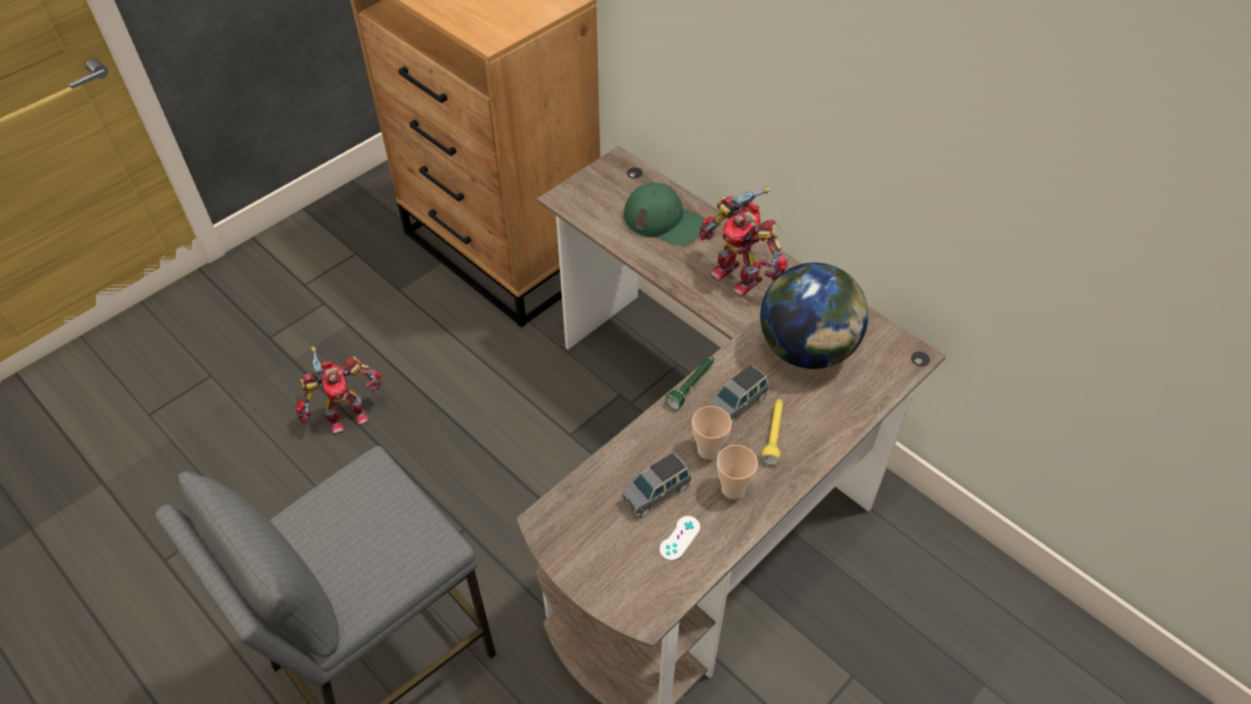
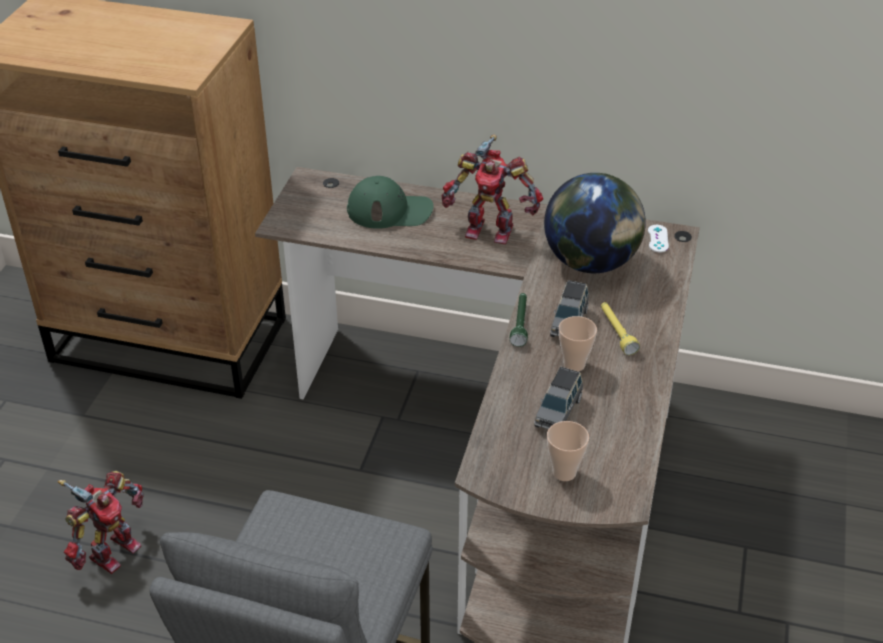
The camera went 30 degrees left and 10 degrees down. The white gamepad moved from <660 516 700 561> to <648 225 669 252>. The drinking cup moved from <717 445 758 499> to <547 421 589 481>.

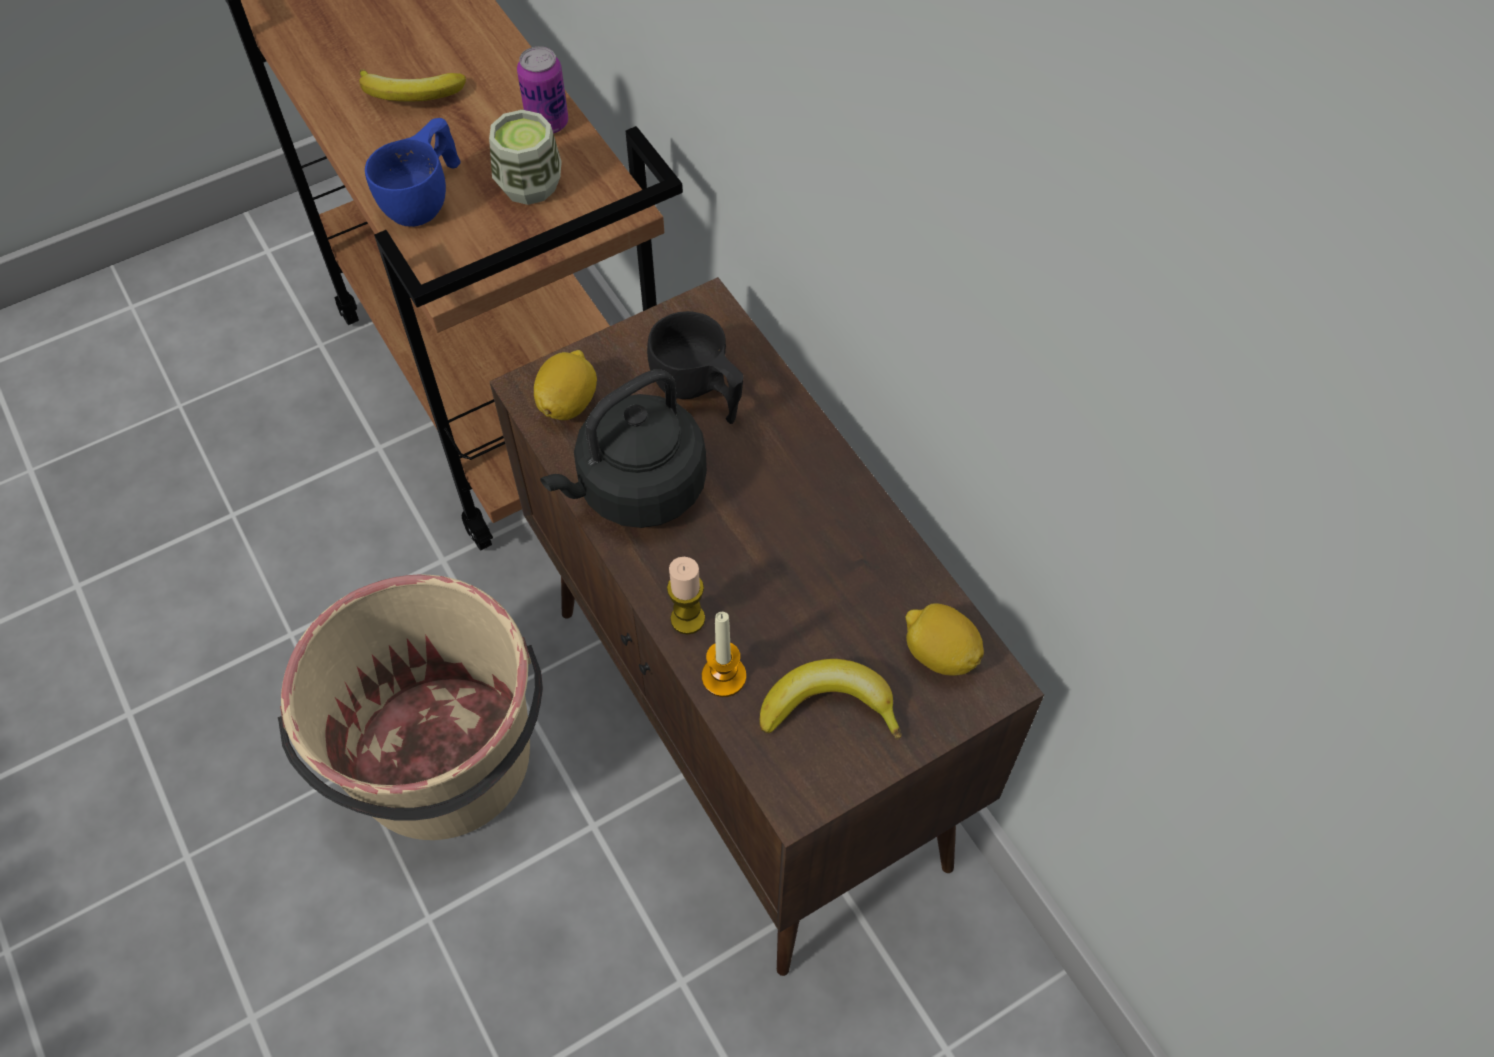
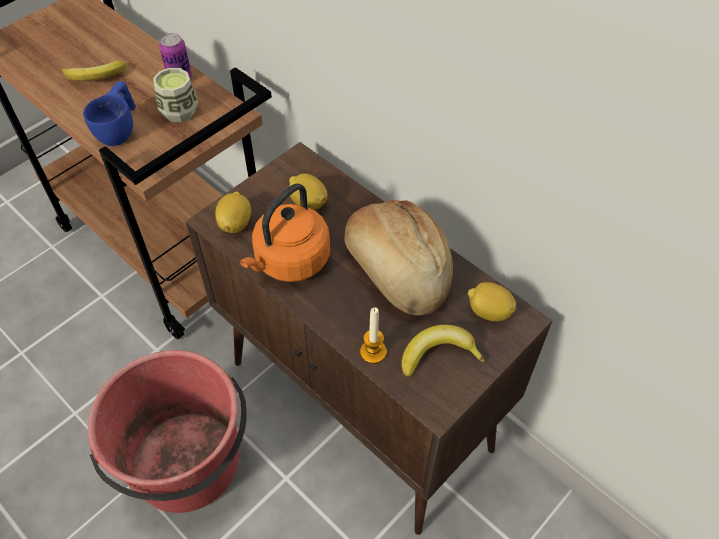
The camera went 15 degrees left and 5 degrees down. The wax candle at <667 557 705 635> disappeared. The bread at <344 200 453 316> appeared. The blackish drinking cup at <647 311 743 424> was replaced by the whole lemon at <289 173 328 210>. The beige pail at <278 574 543 840> became the reddish pail at <88 350 246 513>. The blackish kettle at <540 369 707 528> became the orangey kettle at <240 183 330 282>.

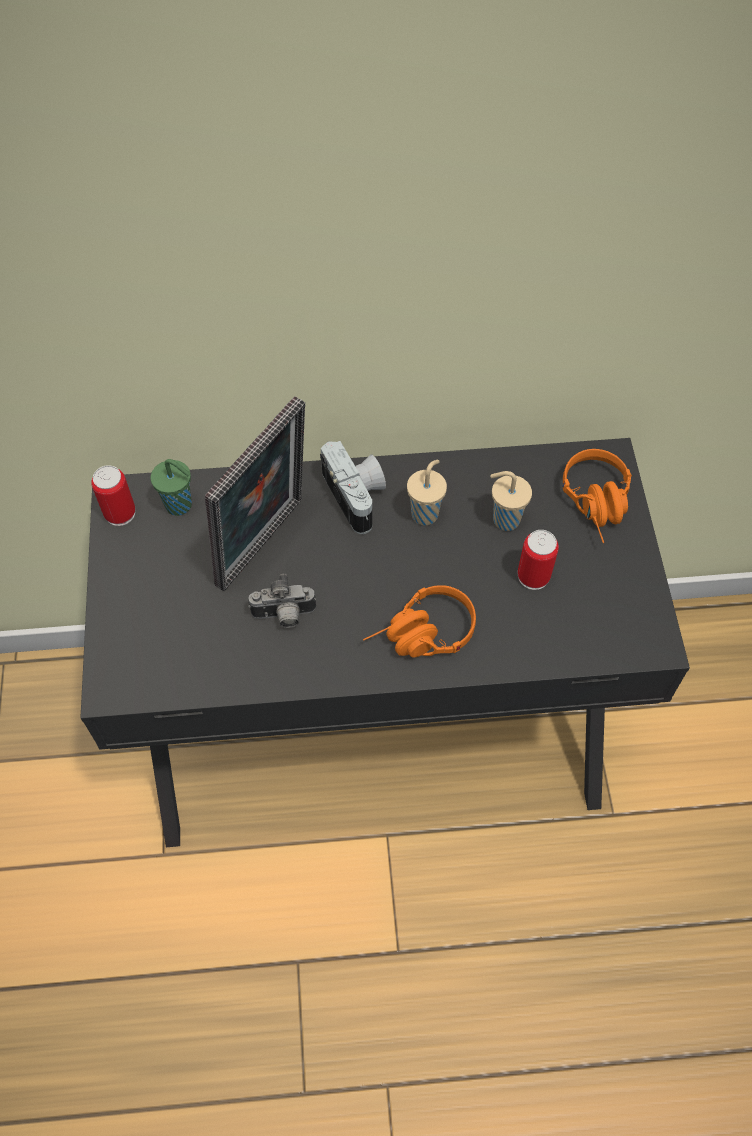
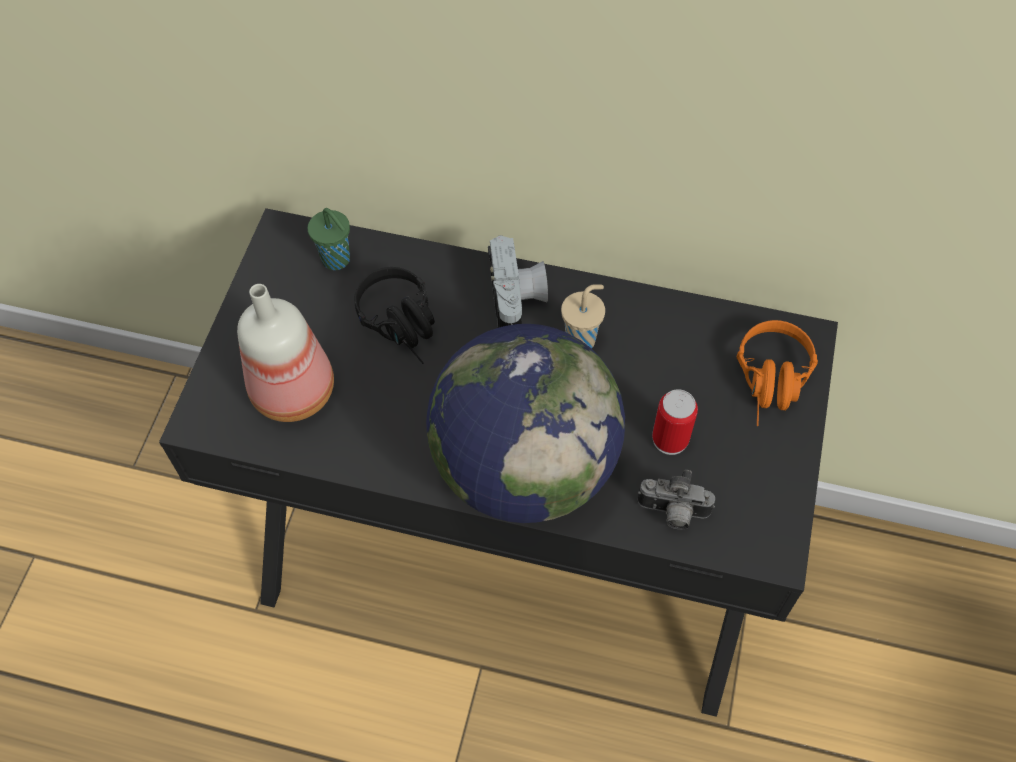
The camera went 20 degrees right and 0 degrees up. The metal can at <91 465 135 526> disappeared. The beige drinking cup at <490 471 532 531> disappeared. The drink bottle at <237 284 334 422> appeared. The photo camera moved from <248 574 316 628> to <638 470 715 530>. The standing frame at <205 396 305 591> was replaced by the blackish headphones at <355 267 435 364>. The orangey headphones at <363 585 476 657> was replaced by the globe at <426 324 625 523>.

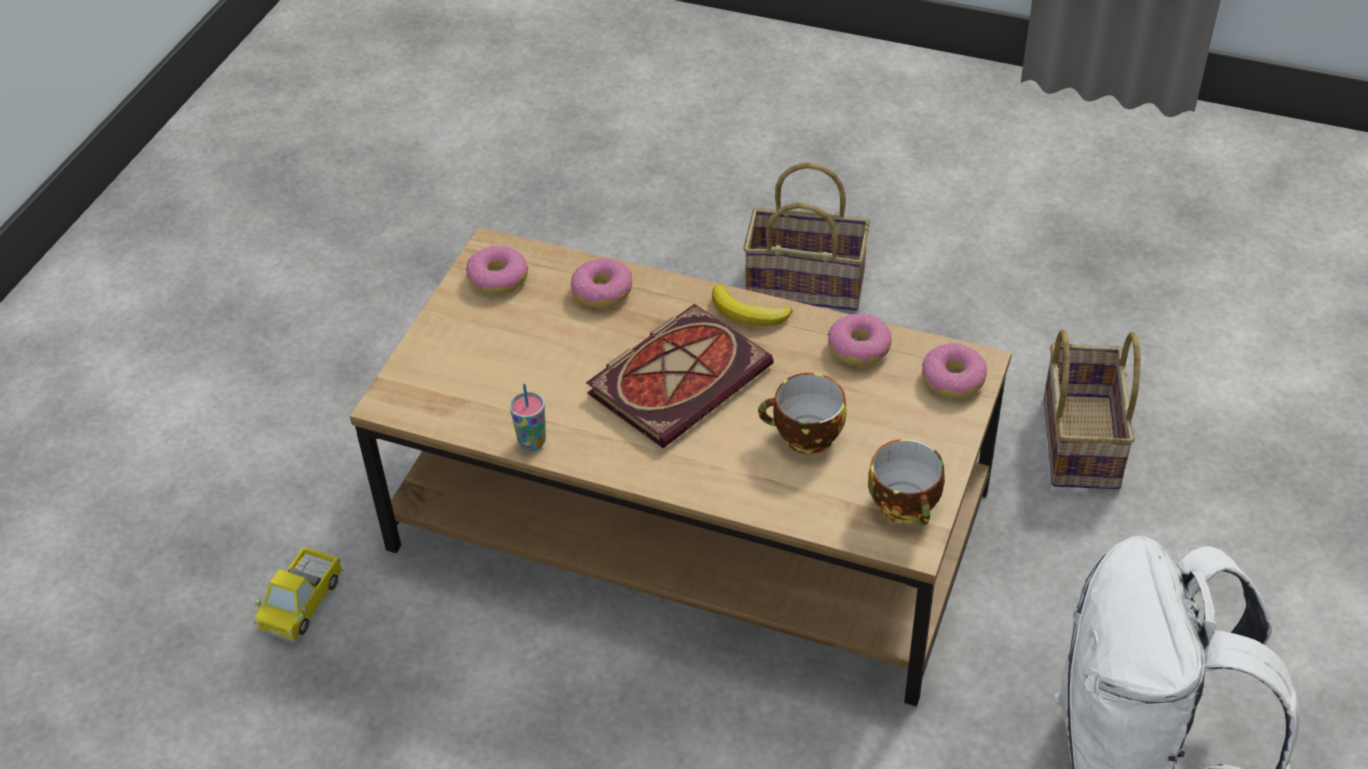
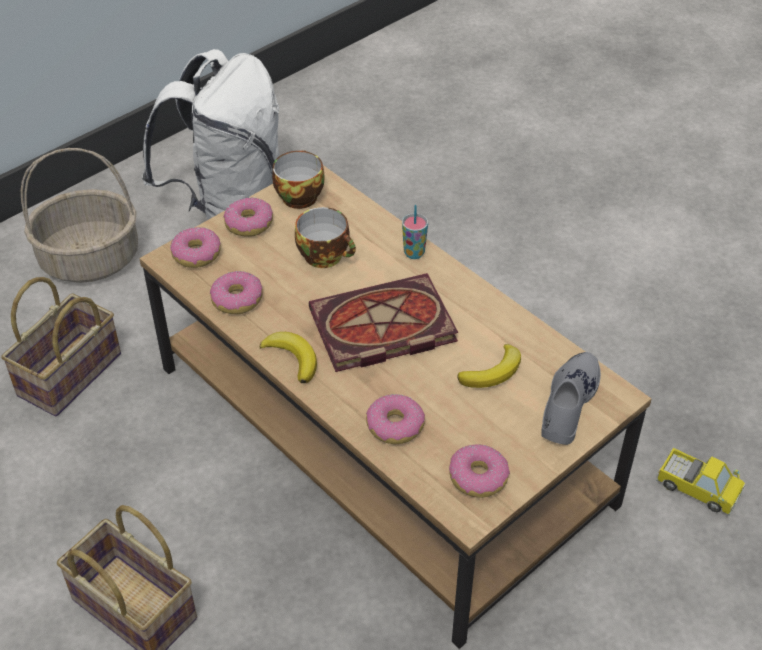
The camera went 155 degrees left and 0 degrees up. The basket at <21 148 138 283> appeared. The donut at <224 197 273 237> appeared. The banana at <457 344 521 388> appeared. The grey low shoe at <541 352 601 445> appeared. The drinking cup moved from <510 384 546 451> to <402 205 428 259>. The toy truck at <254 547 343 643> turned 75 degrees clockwise.

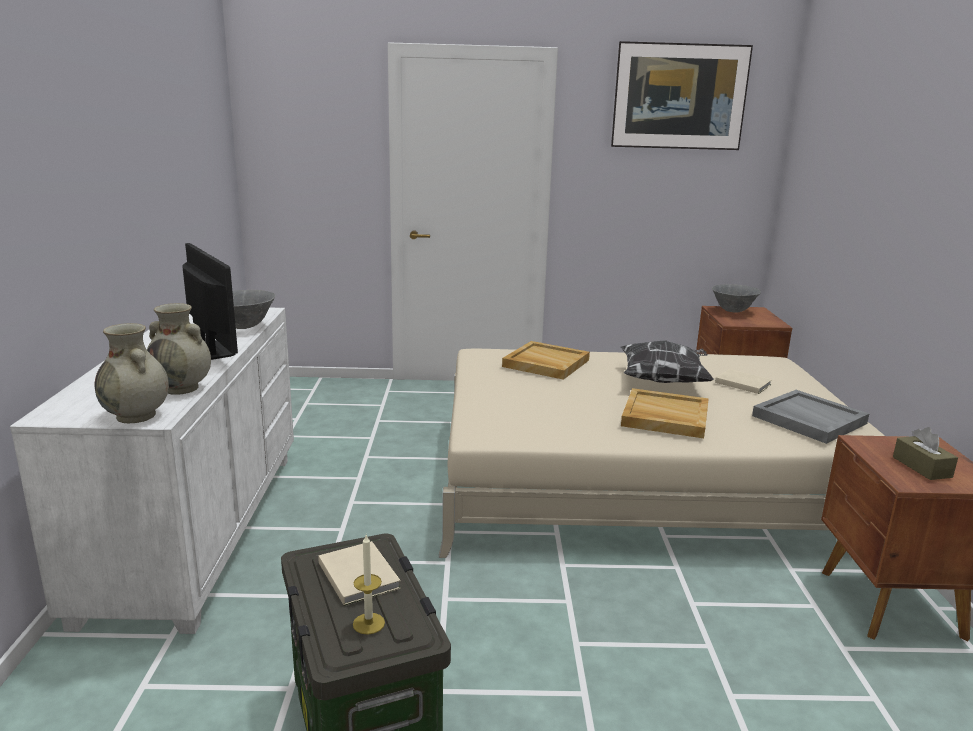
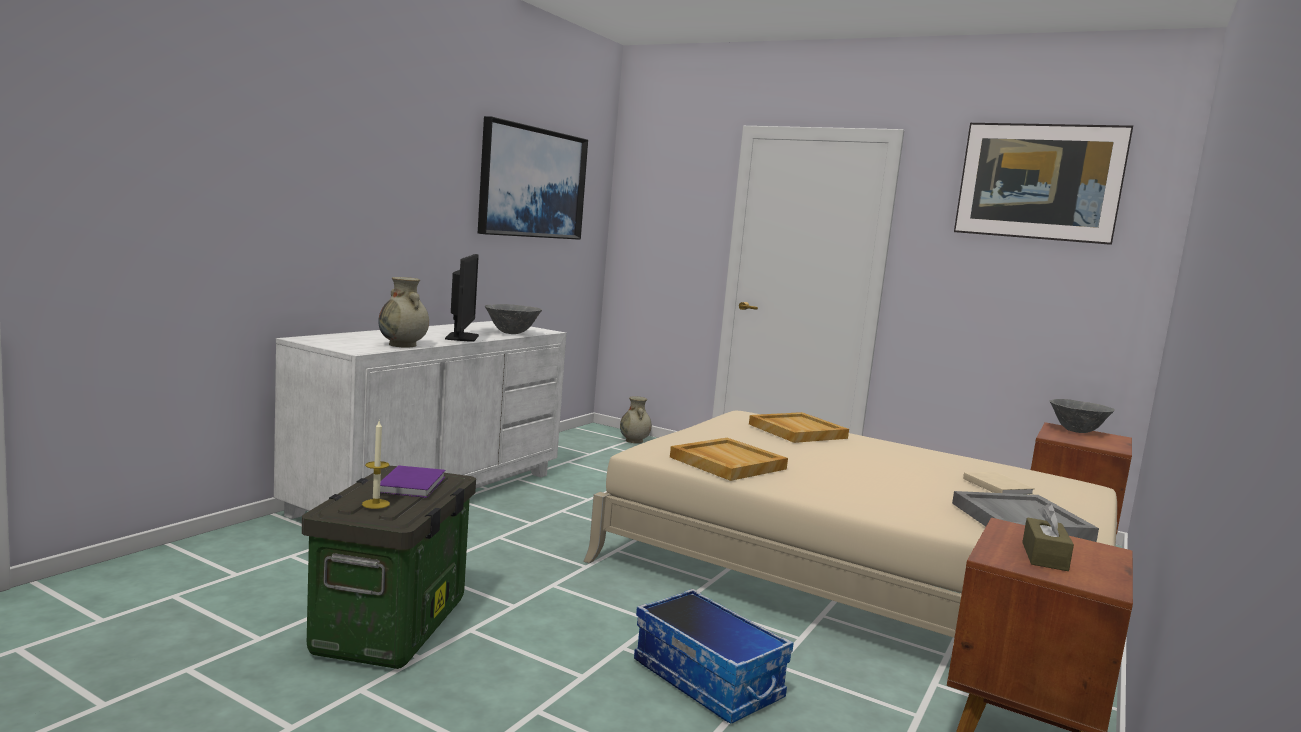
The camera went 30 degrees right and 10 degrees down. The pillow at <621 340 714 383> disappeared. The wall art at <478 116 588 240> appeared. The storage container at <634 589 794 724> appeared. The beige flower vase moved from <95 323 169 423> to <620 396 652 443>. The beige serving tray moved from <621 388 709 438> to <670 438 788 481>. The beige volume at <318 541 401 606> became the purplish volume at <380 465 445 498>.

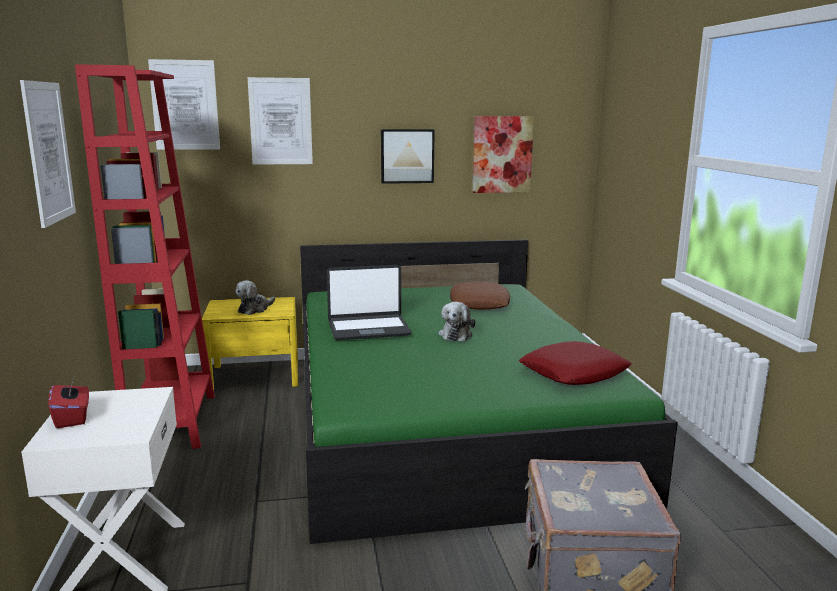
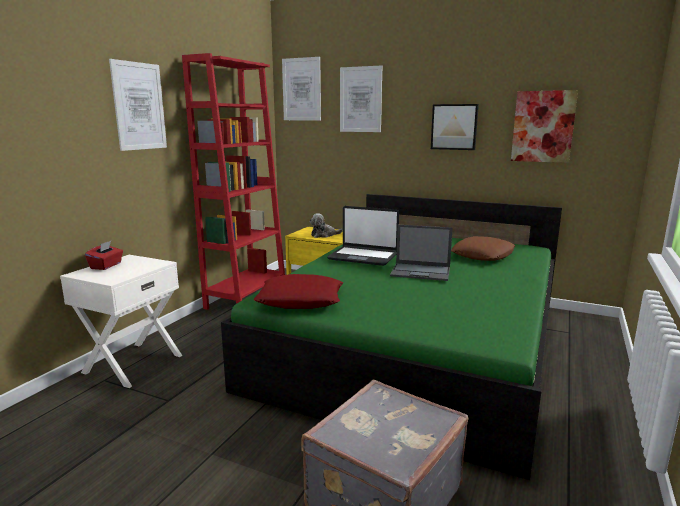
The camera went 35 degrees right and 0 degrees up. The reddish pillow moved from <519 341 632 385> to <254 274 343 309>. The soft toy at <438 302 475 341> was replaced by the portable computer at <390 225 453 281>.

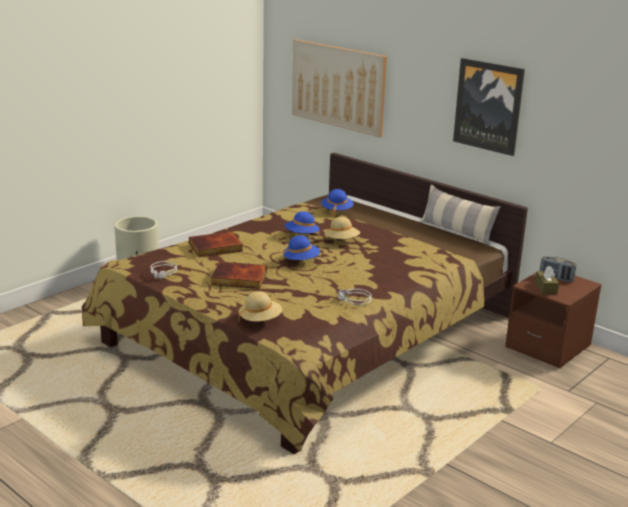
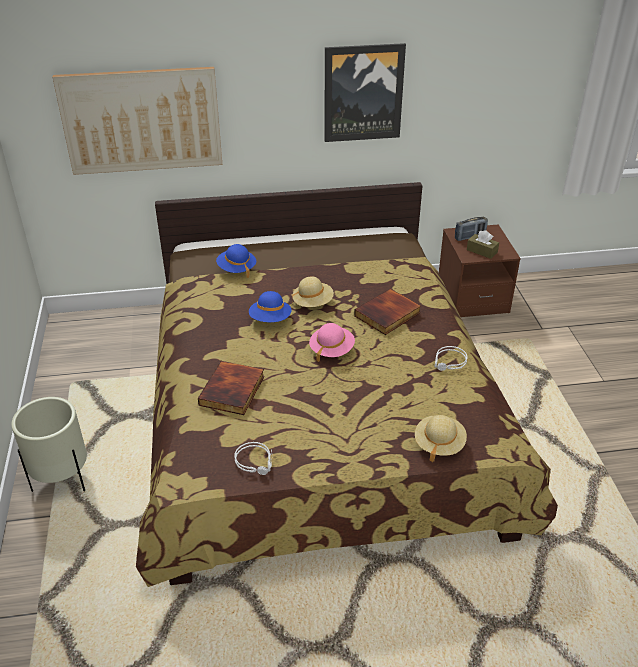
The camera went 50 degrees left and 15 degrees up. The pillow at <420 184 501 245> disappeared. The volume moved from <211 262 267 289> to <354 289 421 335>. The bluish clothing hat at <282 235 320 261> became the pinkish clothing hat at <309 323 355 362>.

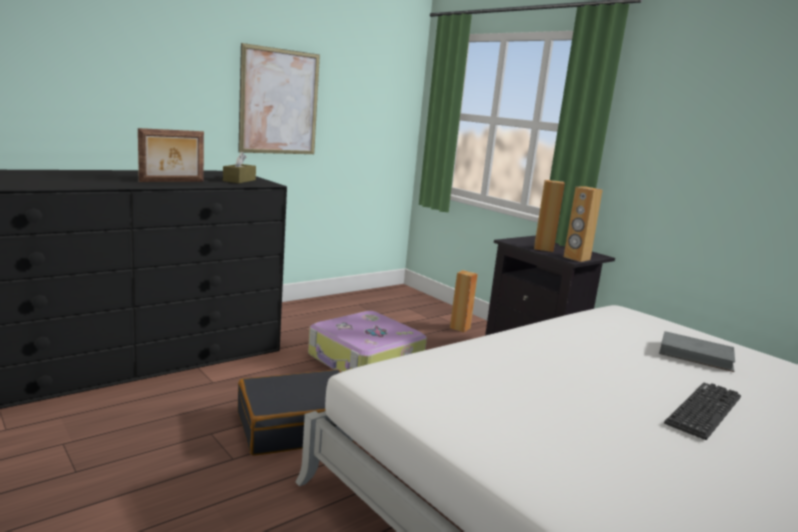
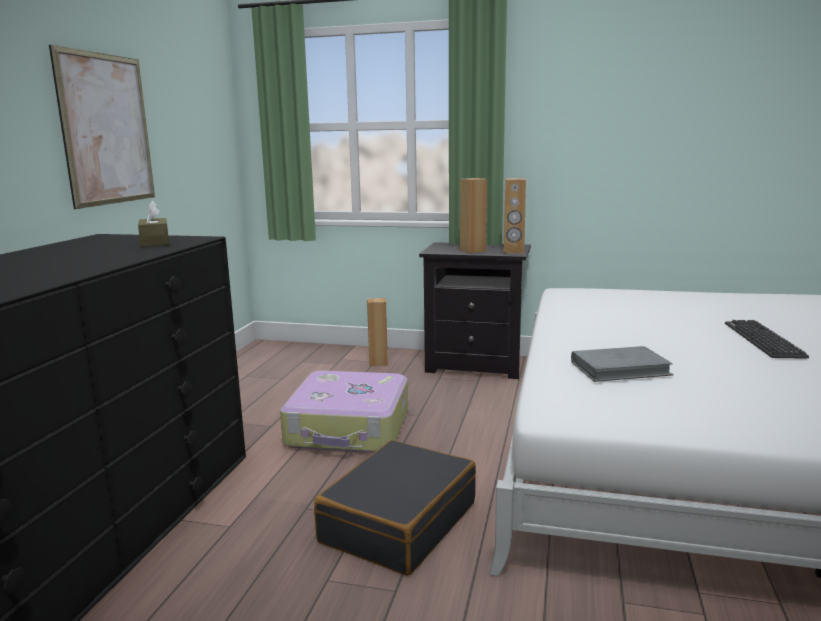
The camera went 35 degrees left and 0 degrees up. The standing frame at <138 128 204 182> disappeared. The grey volume moved from <659 331 735 372> to <571 346 674 382>.

